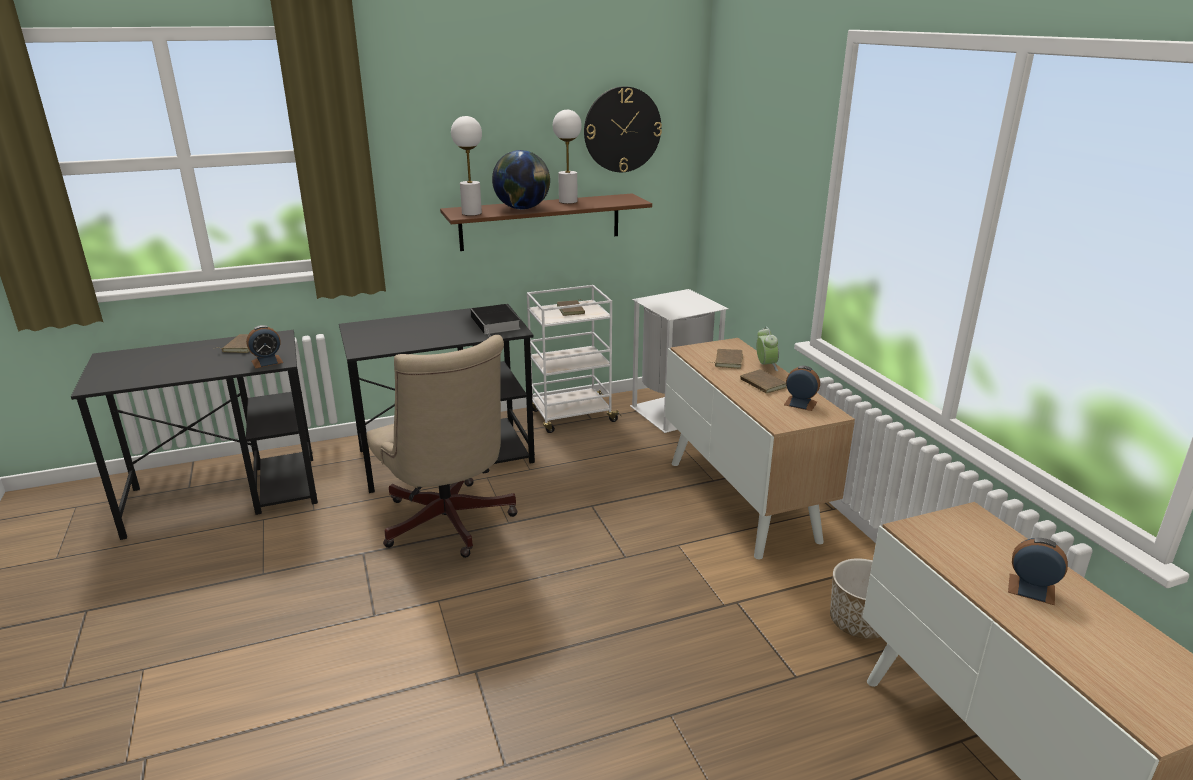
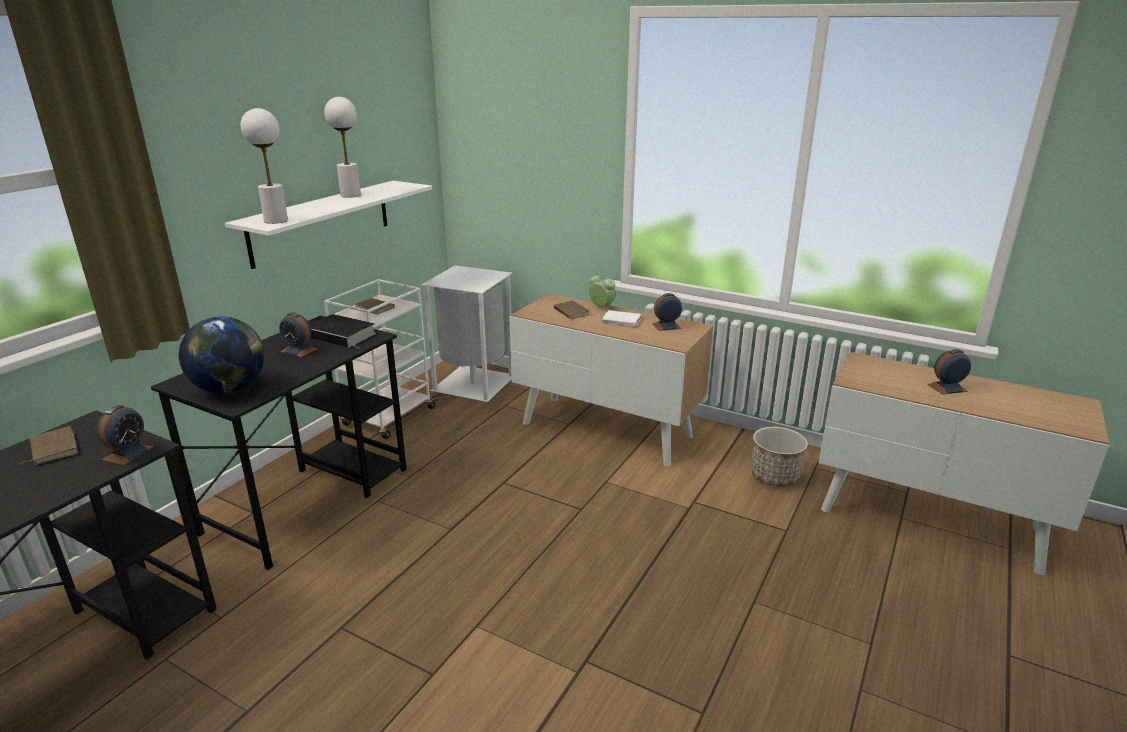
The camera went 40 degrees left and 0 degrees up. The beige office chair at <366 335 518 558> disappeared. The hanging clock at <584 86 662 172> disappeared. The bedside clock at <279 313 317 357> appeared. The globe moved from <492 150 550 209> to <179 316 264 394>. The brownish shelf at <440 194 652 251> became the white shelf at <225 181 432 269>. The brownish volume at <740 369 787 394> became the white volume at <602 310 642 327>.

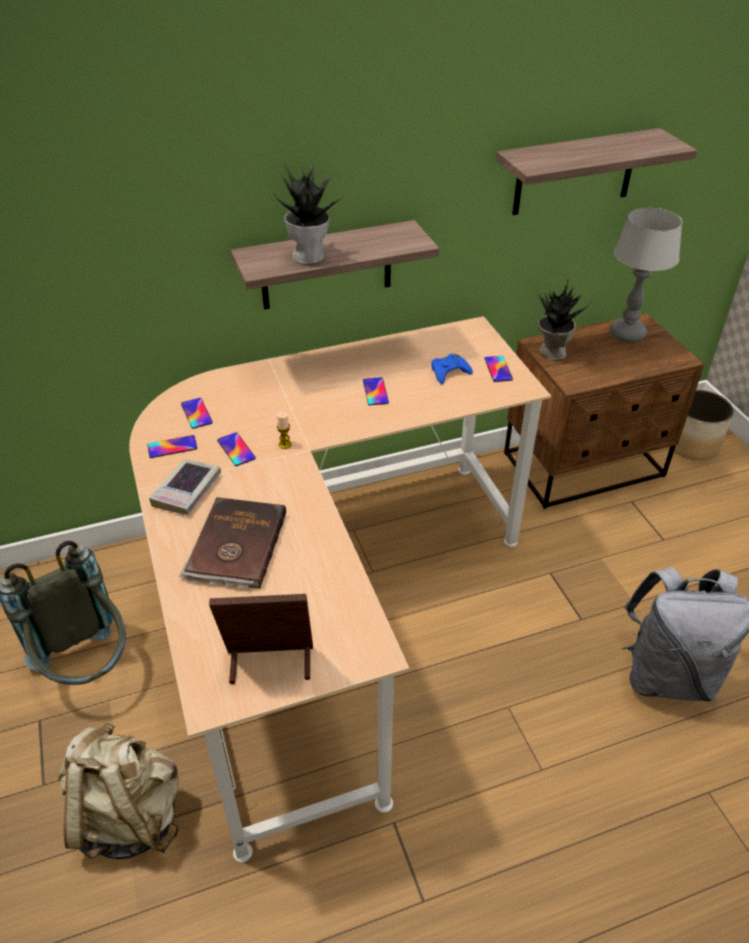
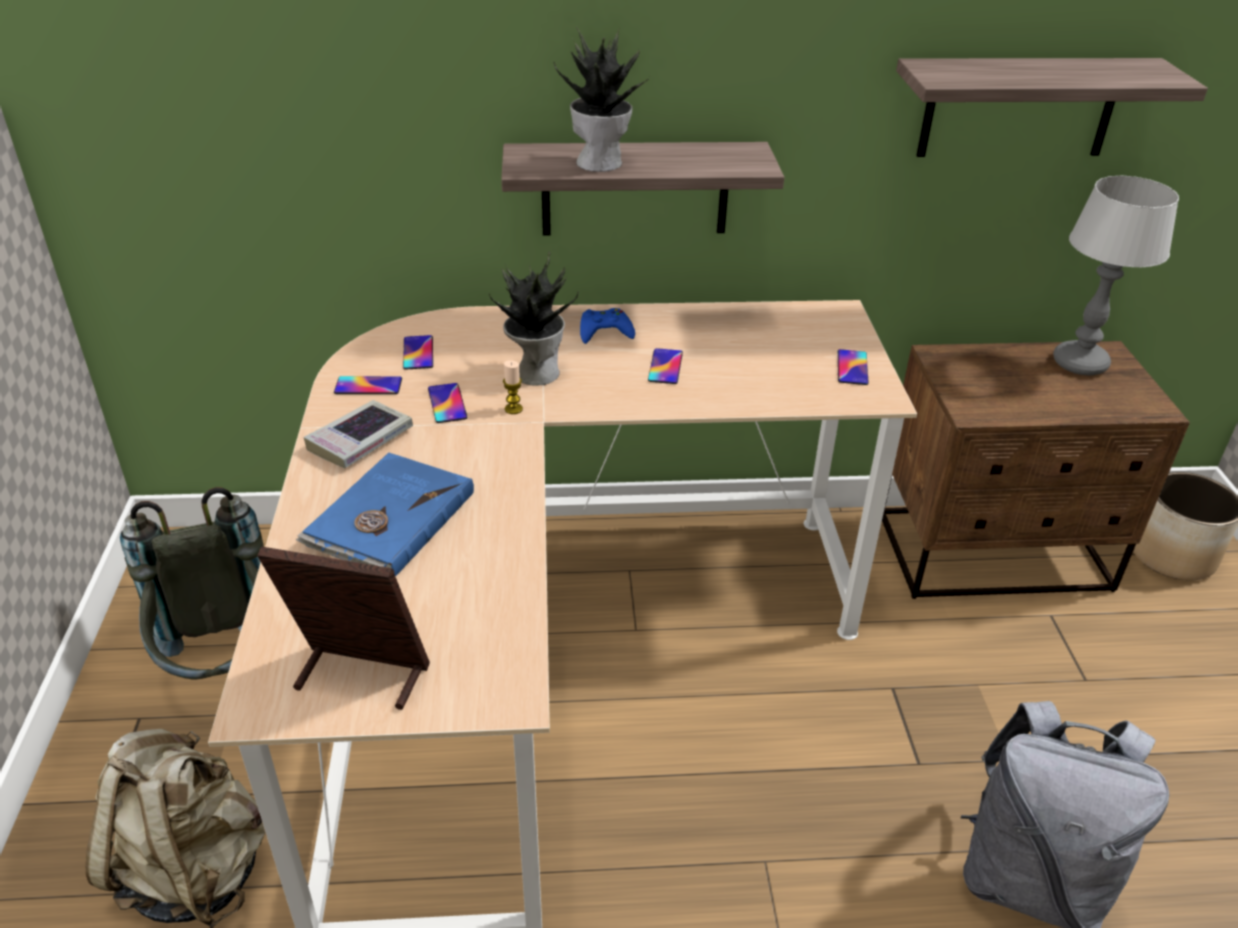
The camera went 15 degrees right and 5 degrees down. The bluish gamepad moved from <431 353 473 384> to <580 308 635 344>. The potted plant moved from <538 279 592 360> to <489 252 579 386>. The brownish volume at <179 497 286 589> became the bluish volume at <296 453 474 577>.

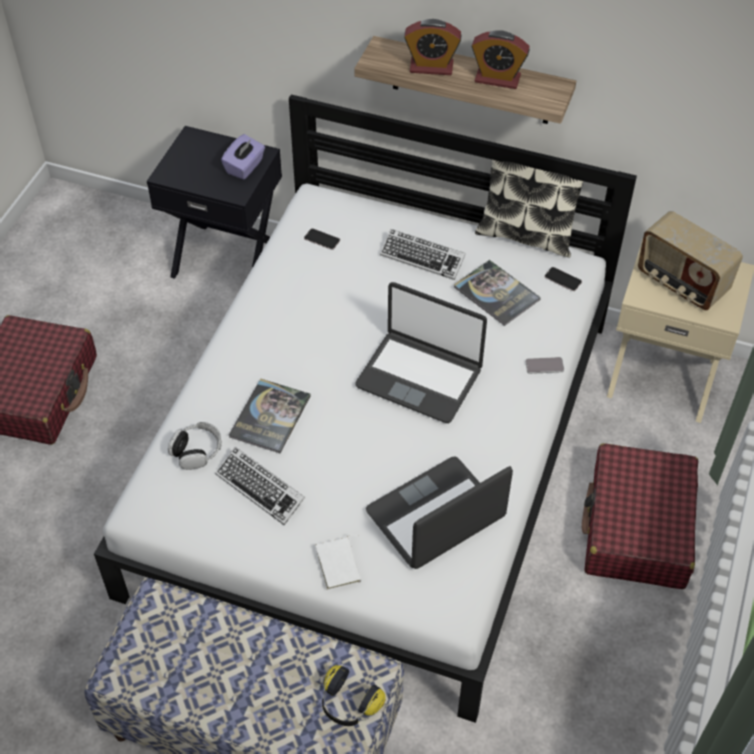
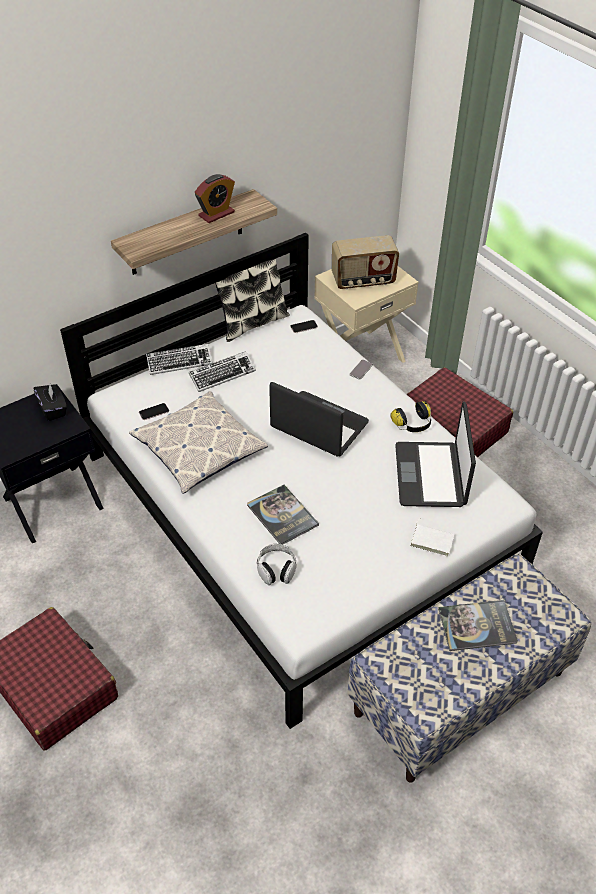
The camera went 55 degrees left and 5 degrees down. The bedside clock at <404 19 462 75> disappeared. The pillow at <129 391 268 494> appeared. The PC keyboard moved from <215 447 305 525> to <146 344 212 375>. The headphones moved from <322 665 386 726> to <390 401 431 432>. The volume moved from <454 260 541 326> to <438 600 518 651>. The purplish tissue box at <221 134 265 180> became the blackish tissue box at <33 384 67 421>. The portable computer at <355 282 487 423> turned 120 degrees counterclockwise.

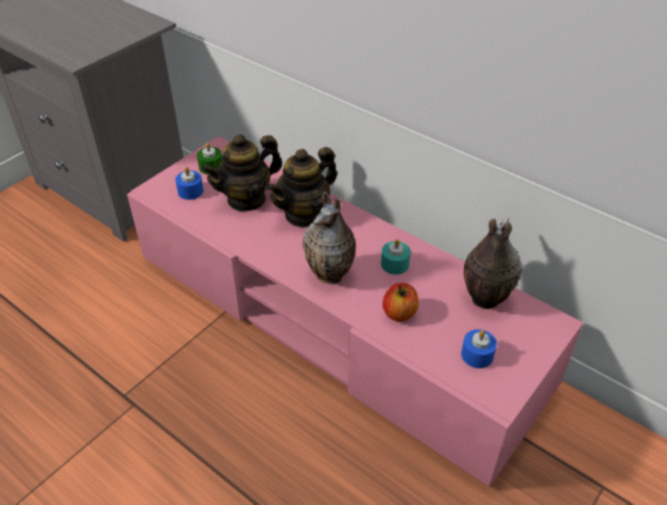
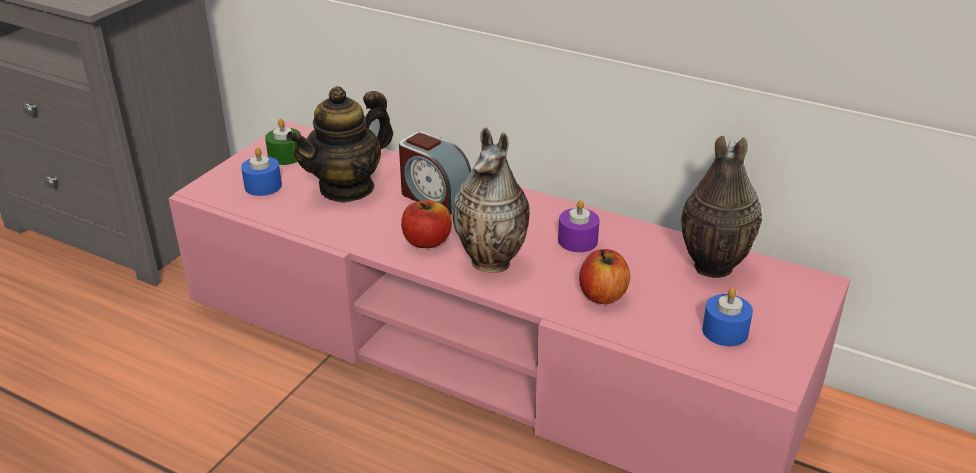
The camera went 10 degrees left and 10 degrees down. The apple at <401 200 452 248> appeared. The teapot at <266 147 337 228> was replaced by the bedside clock at <399 132 471 215>. The turquoise wax candle at <381 239 411 275> became the purplish wax candle at <558 200 600 252>.

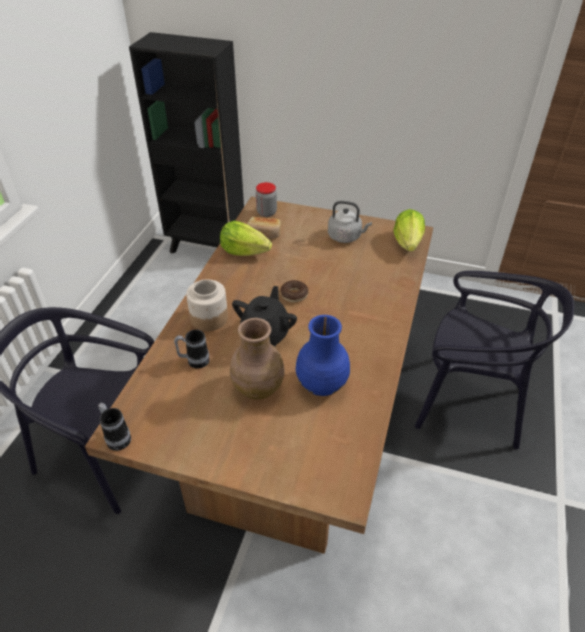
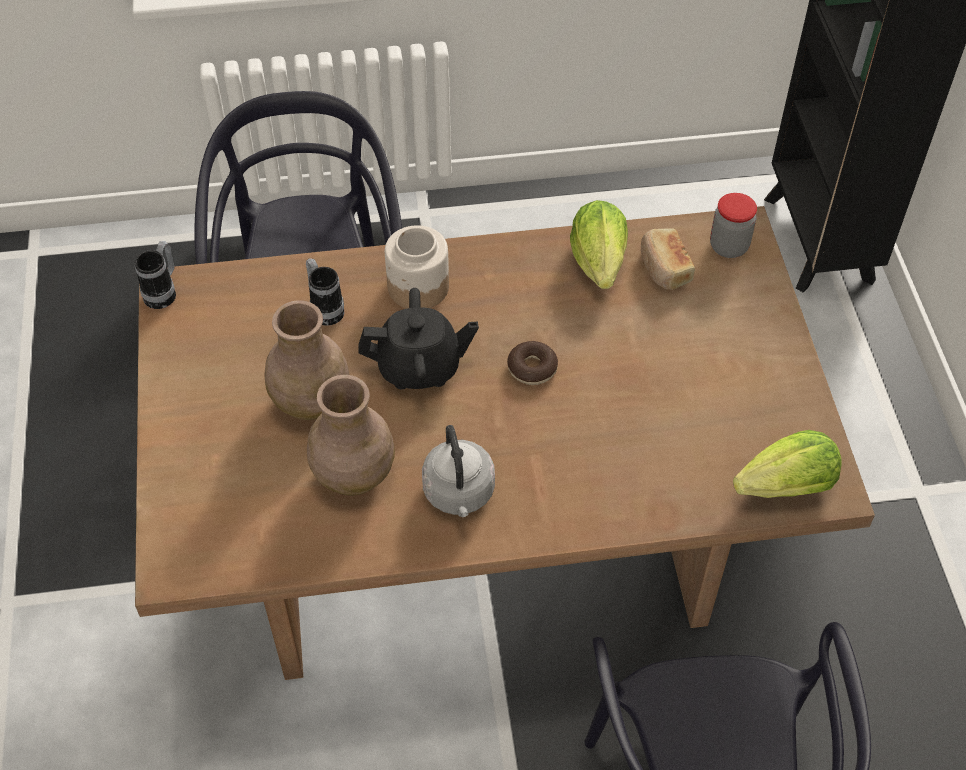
The camera went 65 degrees right and 10 degrees up. The grey kettle moved from <328 201 372 243> to <422 425 495 517>. The bluish flower vase at <295 315 350 396> became the brownish flower vase at <307 375 395 495>.

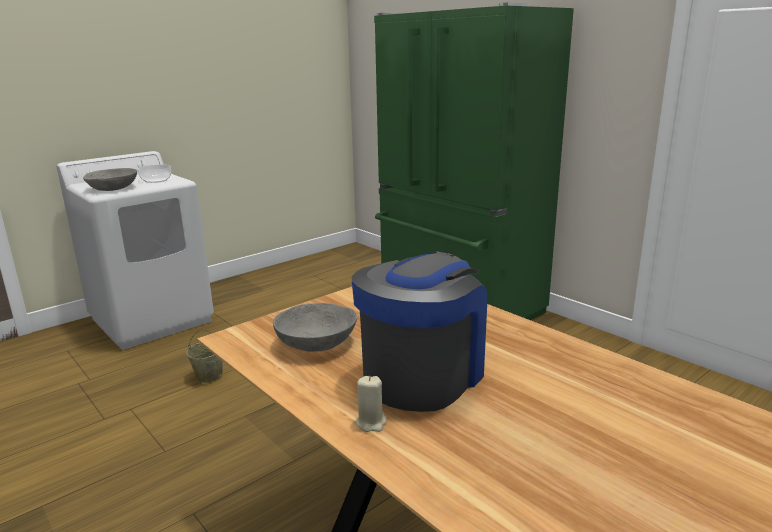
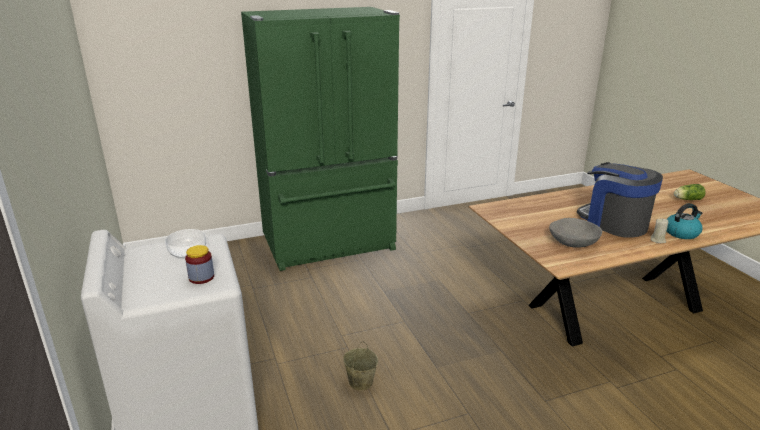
The camera went 70 degrees left and 5 degrees up. The kettle at <667 203 702 239> appeared. The lettuce head at <674 184 706 200> appeared. The grey serving bowl at <83 168 137 191> was replaced by the preserve jar at <185 245 214 284>.

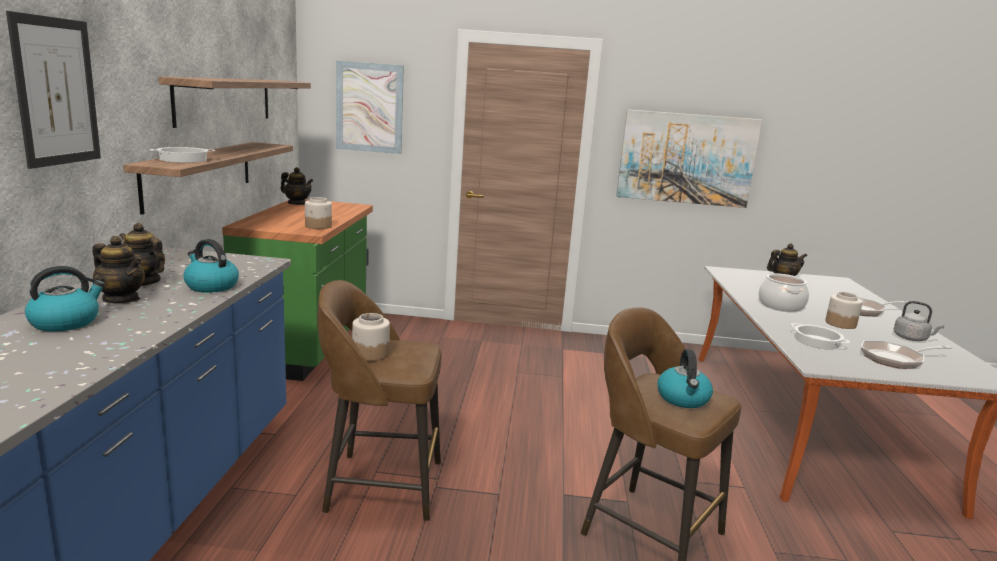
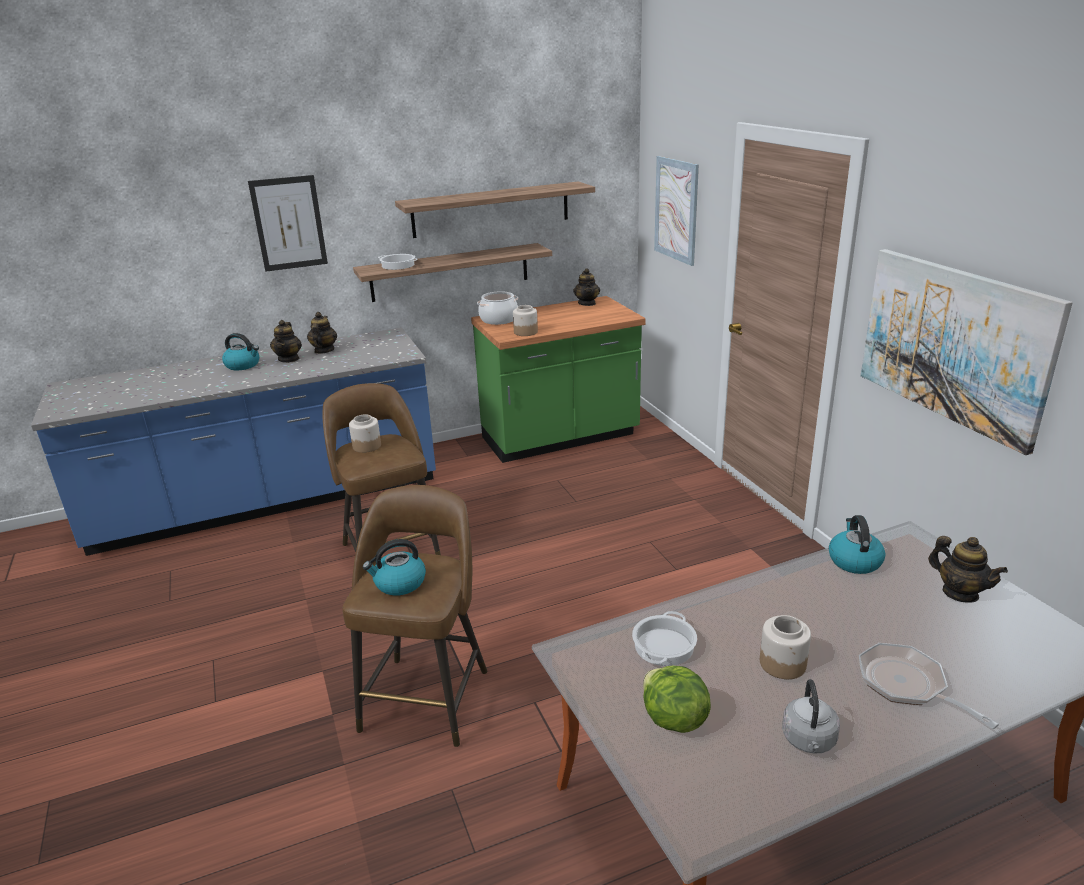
The camera went 65 degrees right and 10 degrees up. The kettle moved from <183 239 239 293> to <829 515 885 574>. The cooking pot moved from <759 273 809 312> to <477 291 518 325>. The skillet at <861 341 952 369> was replaced by the lettuce head at <643 666 711 733>.

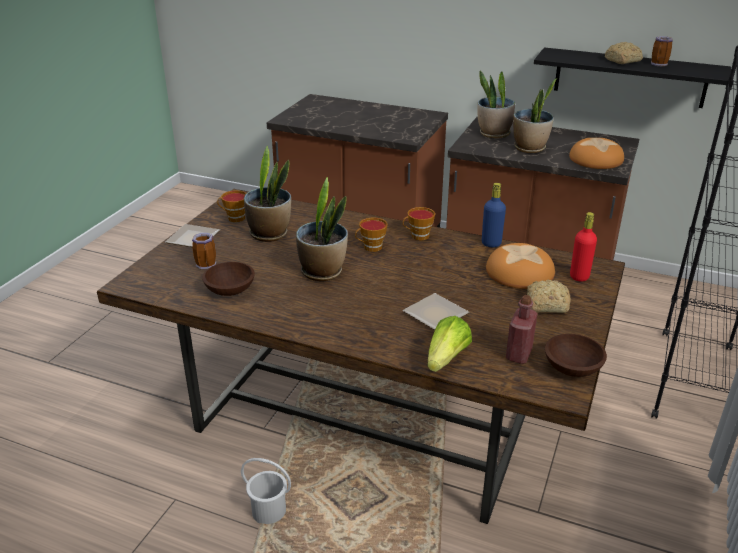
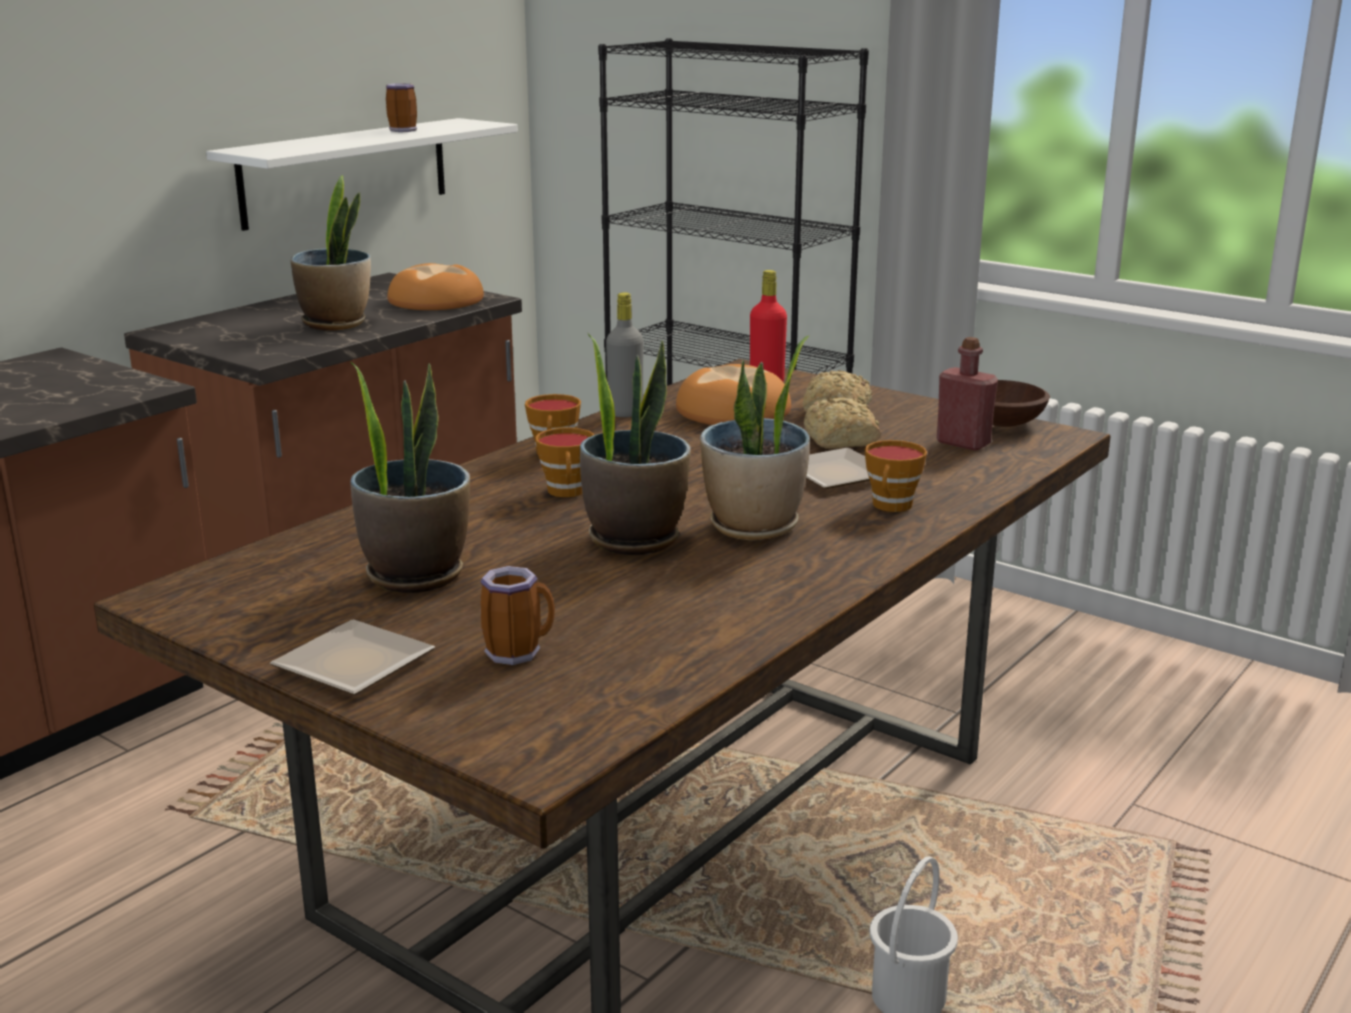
The camera went 75 degrees left and 10 degrees down. The brownish serving bowl at <202 262 255 296> disappeared. The lettuce head at <427 316 472 372> disappeared. The drinking cup moved from <217 190 246 222> to <864 440 927 512>. The potted plant moved from <477 71 515 138> to <700 335 810 540>. The bread moved from <605 42 643 64> to <804 397 881 449>. The bluish drink bottle at <482 183 506 247> became the grey drink bottle at <606 292 643 417>. The blackish shelf at <534 47 731 108> became the white shelf at <206 118 518 231>.

